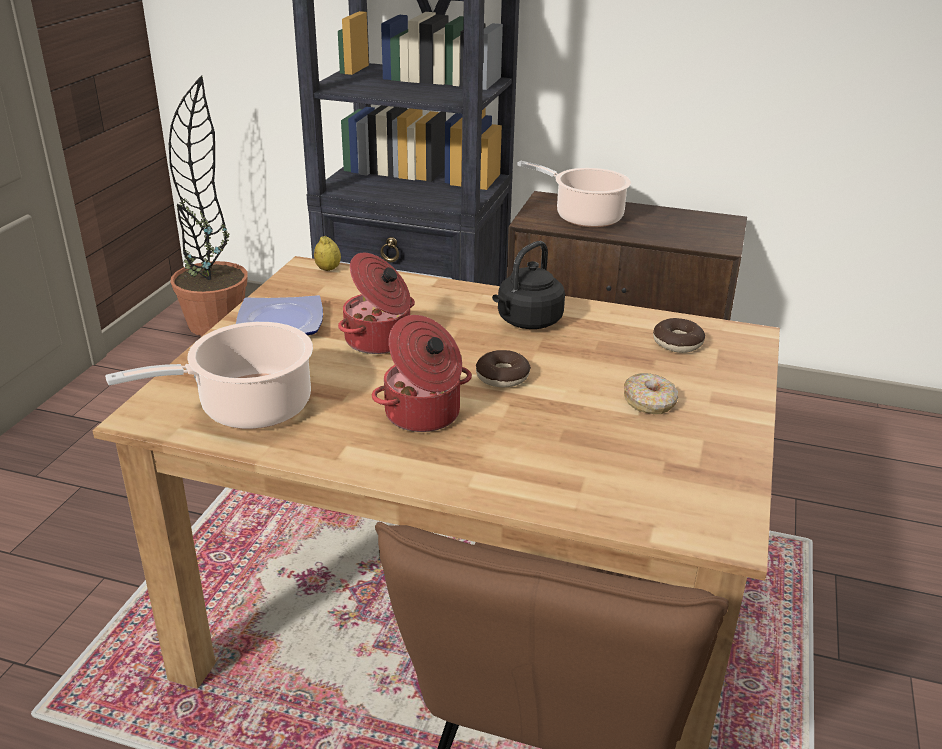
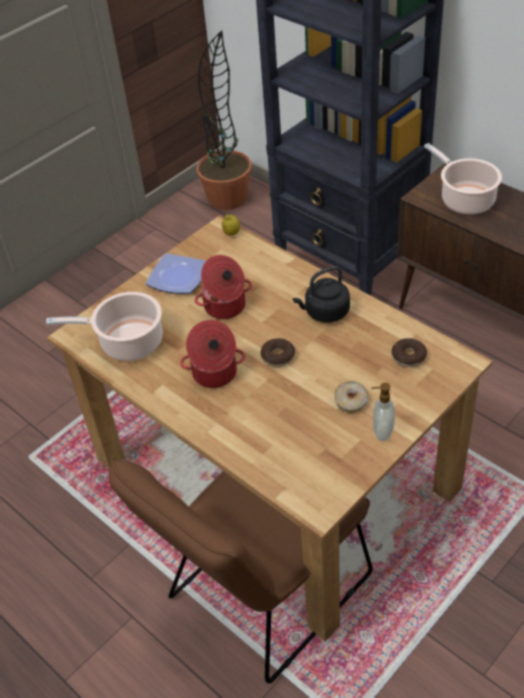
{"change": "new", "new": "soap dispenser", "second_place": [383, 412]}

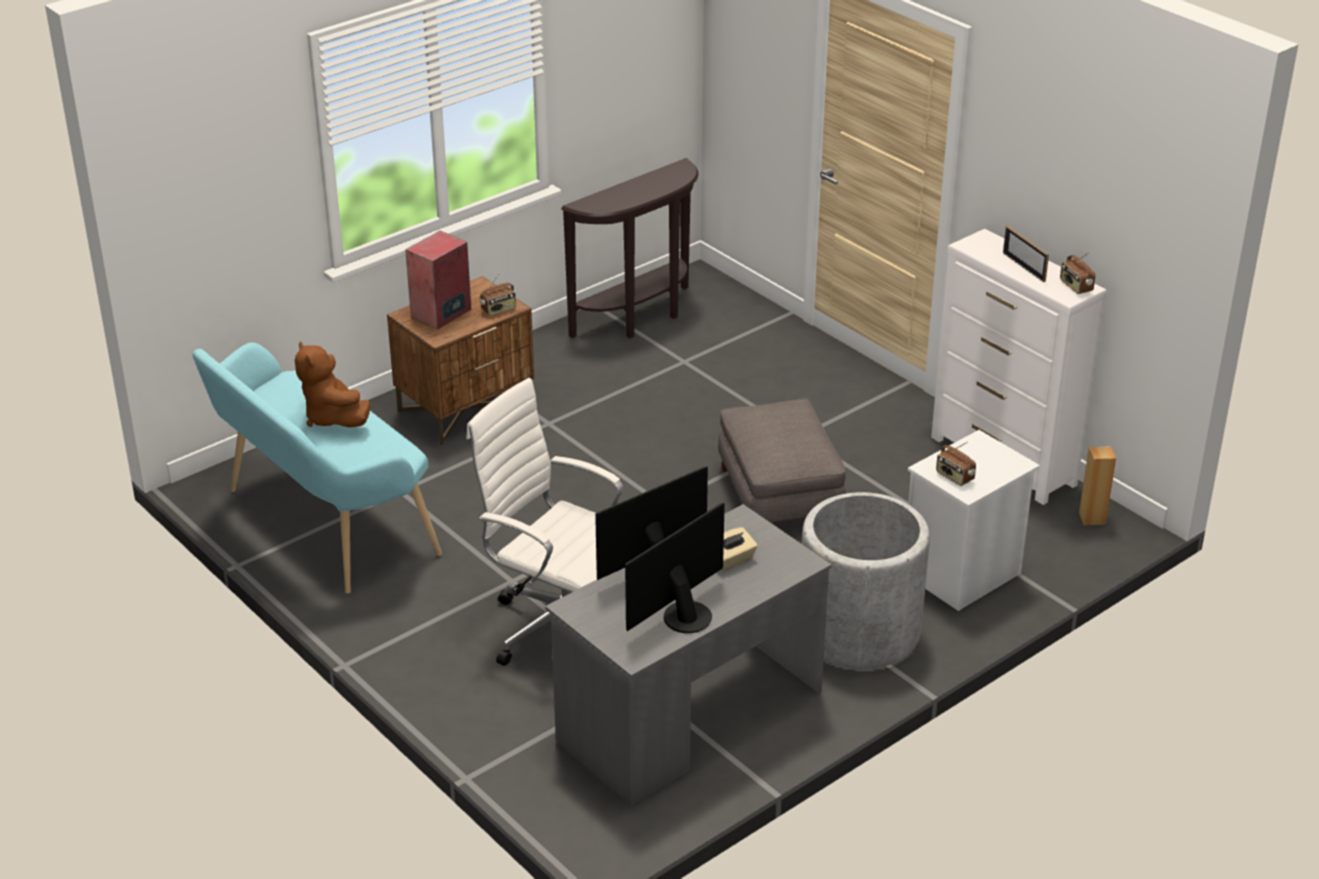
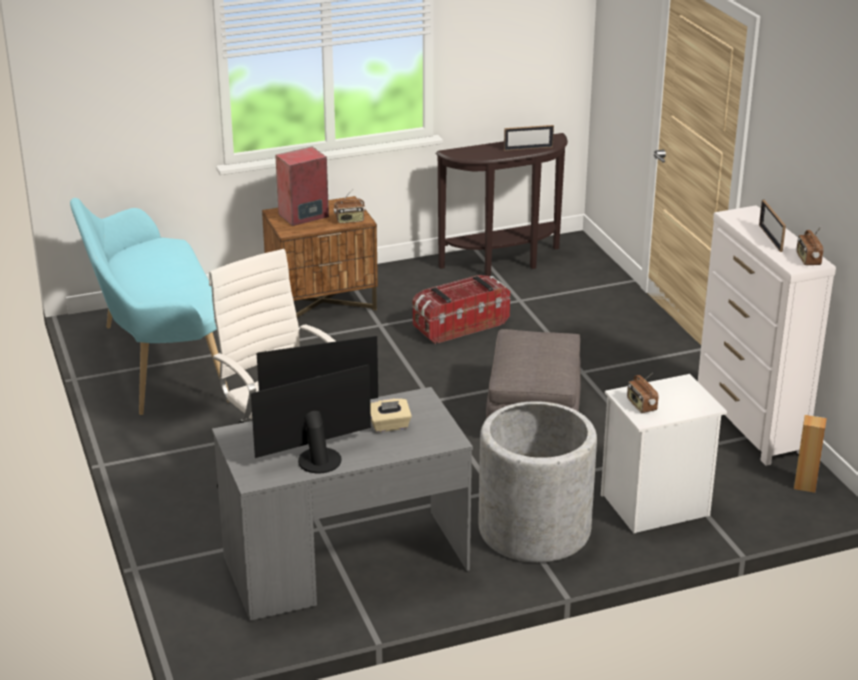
{"change": "new", "new": "storage box", "second_place": [461, 309]}
{"change": "new", "new": "picture frame", "second_place": [529, 138]}
{"change": "gone", "old": "plush toy (brown)", "first_place": [332, 384]}

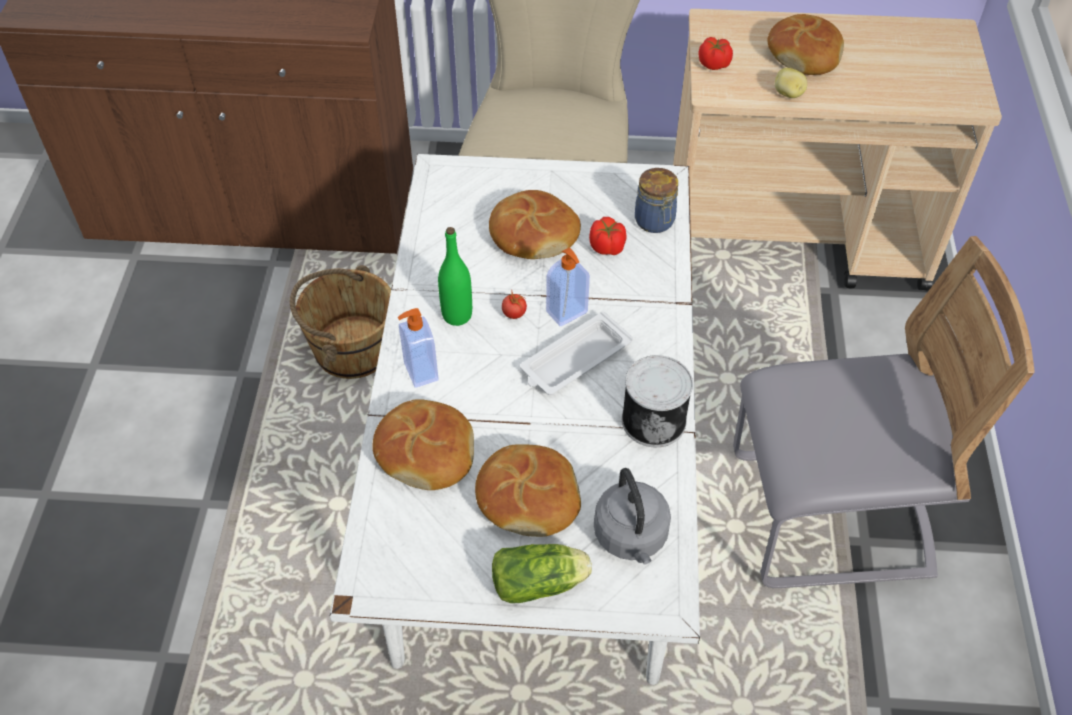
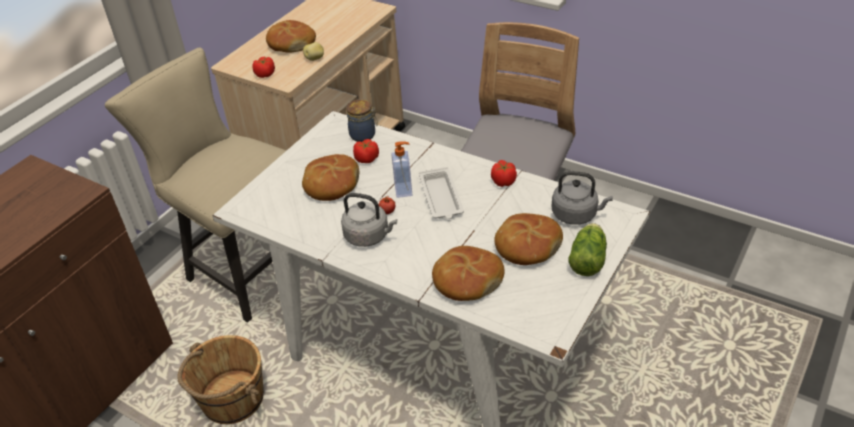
{"change": "swapped", "old": "bottle (green)", "new": "kettle (grey)", "first_place": [455, 276], "second_place": [369, 220]}
{"change": "swapped", "old": "can", "new": "tomato", "first_place": [657, 401], "second_place": [504, 173]}
{"change": "gone", "old": "soap dispenser", "first_place": [418, 348]}

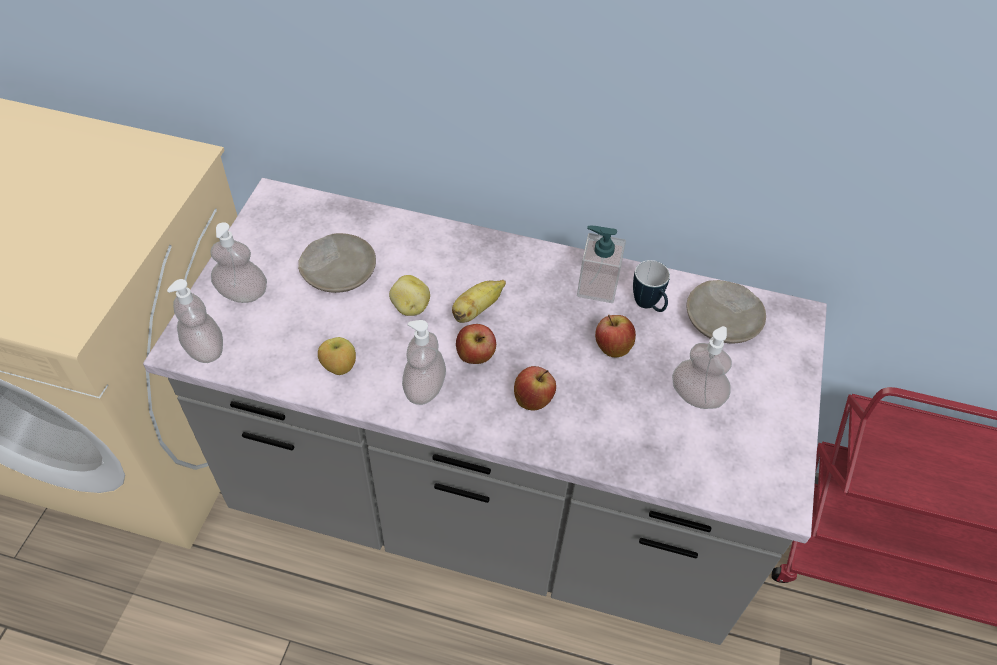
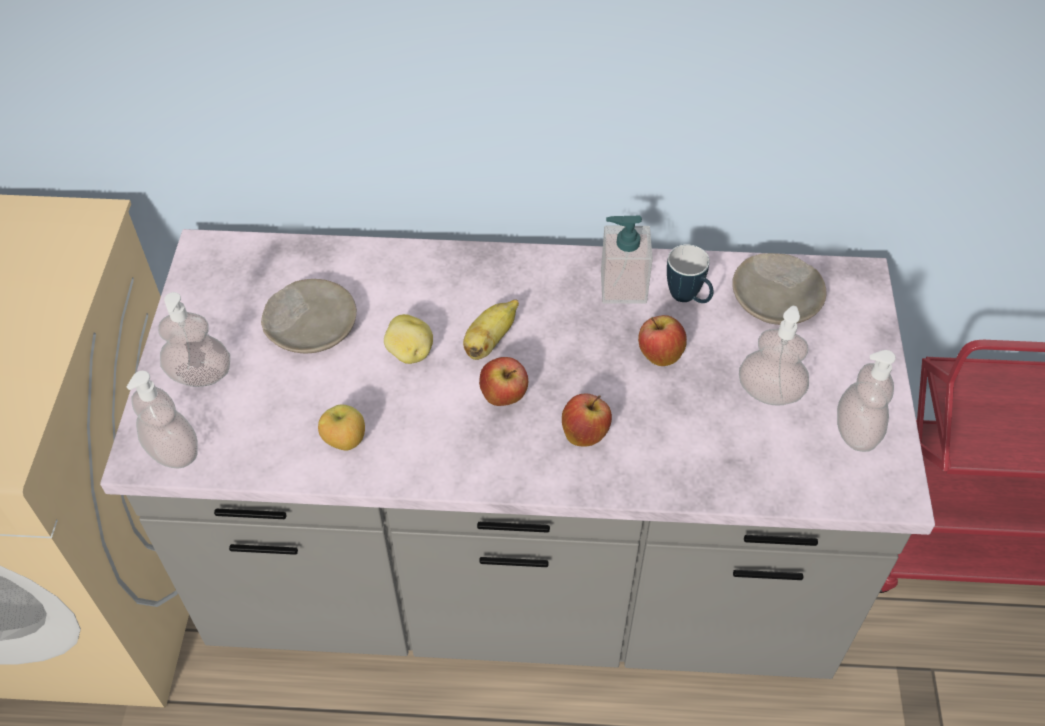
{"change": "shifted", "old": "soap dispenser", "first_place": [424, 362], "second_place": [866, 401]}

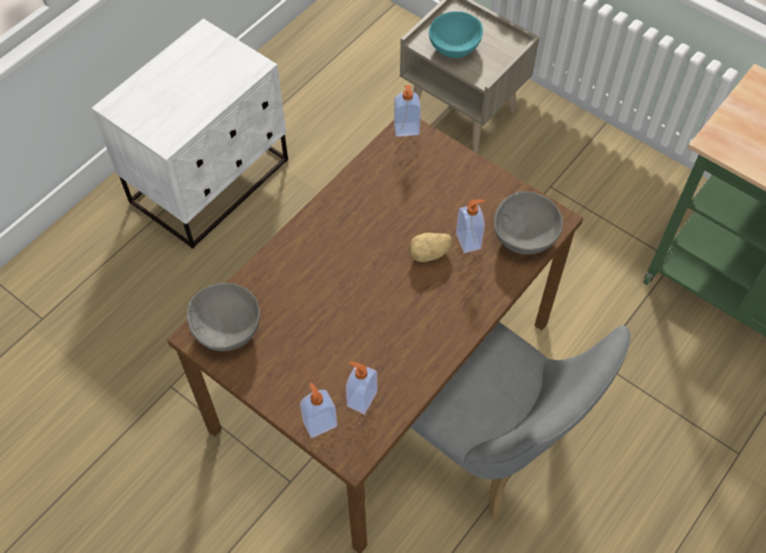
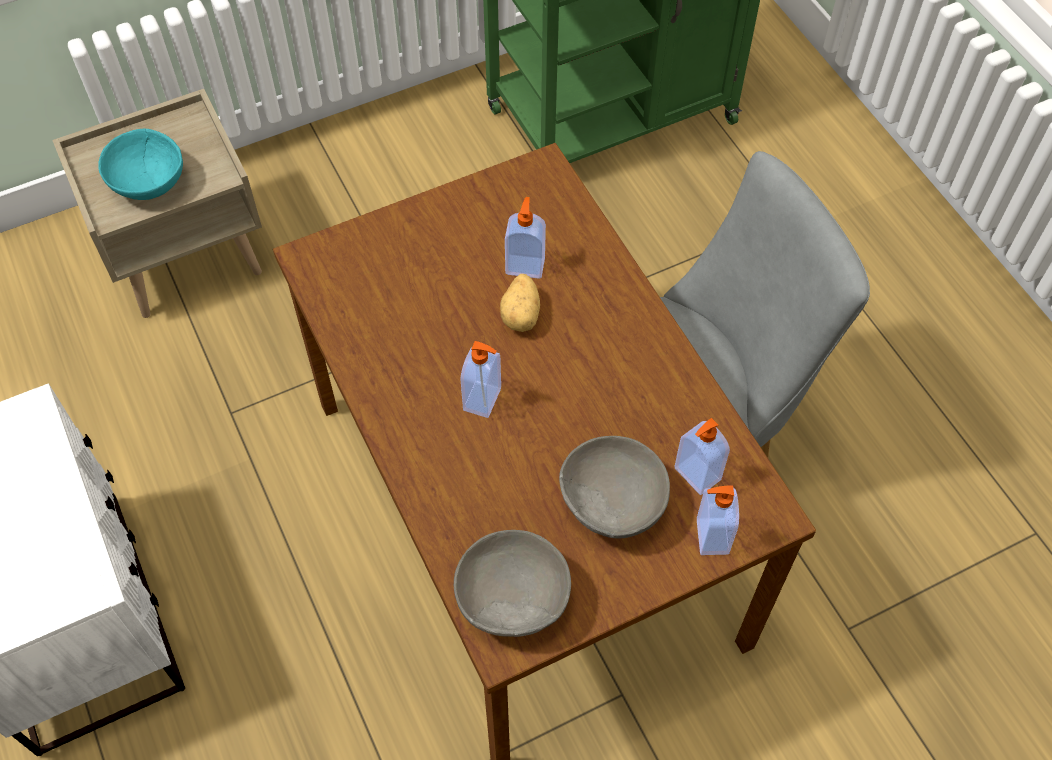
{"change": "shifted", "old": "soap dispenser", "first_place": [407, 111], "second_place": [480, 379]}
{"change": "shifted", "old": "bowl (grey)", "first_place": [528, 223], "second_place": [614, 487]}

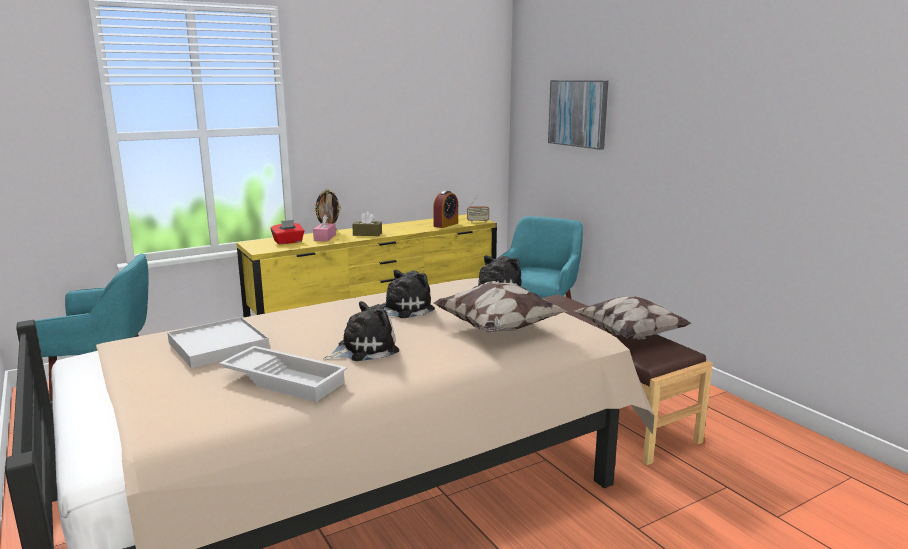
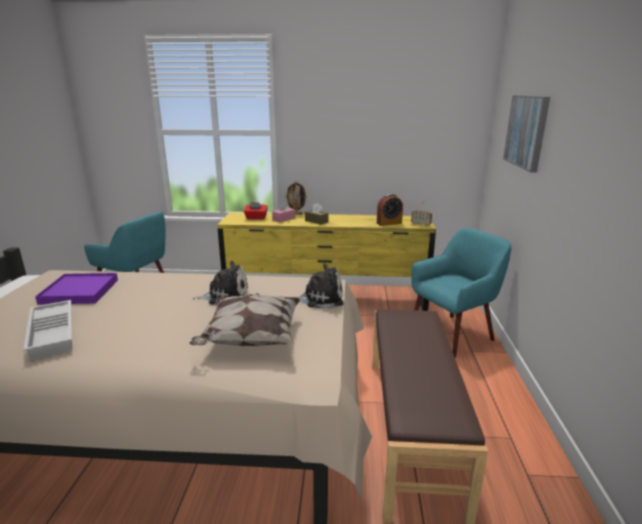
{"change": "repainted", "old": "tray (white)", "new": "tray (purple)", "first_place": [218, 342], "second_place": [76, 288]}
{"change": "gone", "old": "plush toy", "first_place": [361, 331]}
{"change": "gone", "old": "pillow", "first_place": [633, 318]}

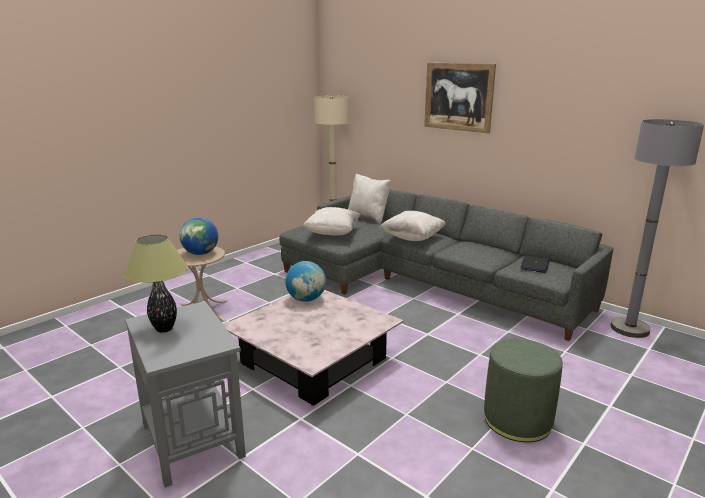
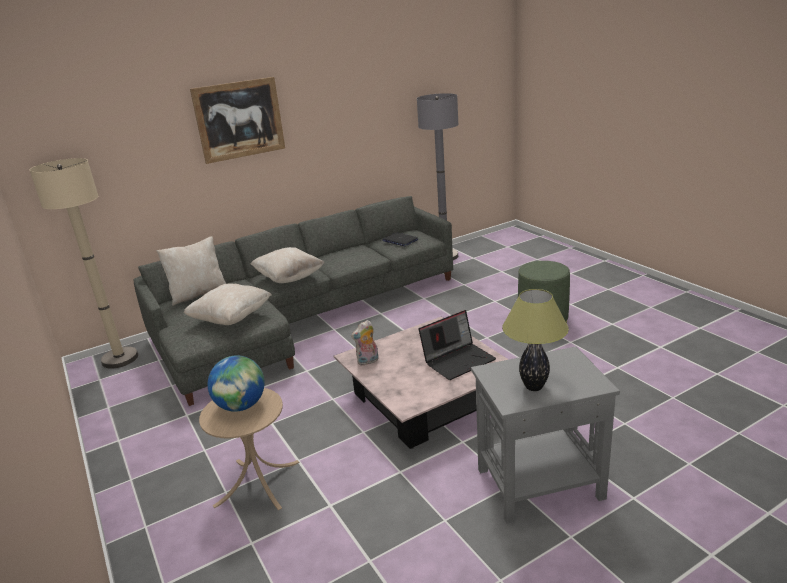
{"change": "swapped", "old": "globe", "new": "plush toy", "first_place": [305, 281], "second_place": [365, 342]}
{"change": "new", "new": "laptop", "second_place": [457, 345]}

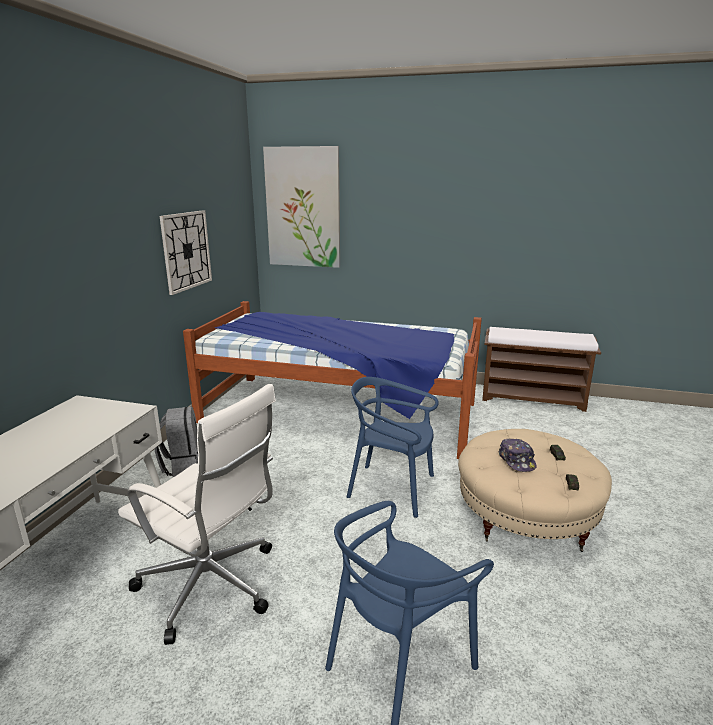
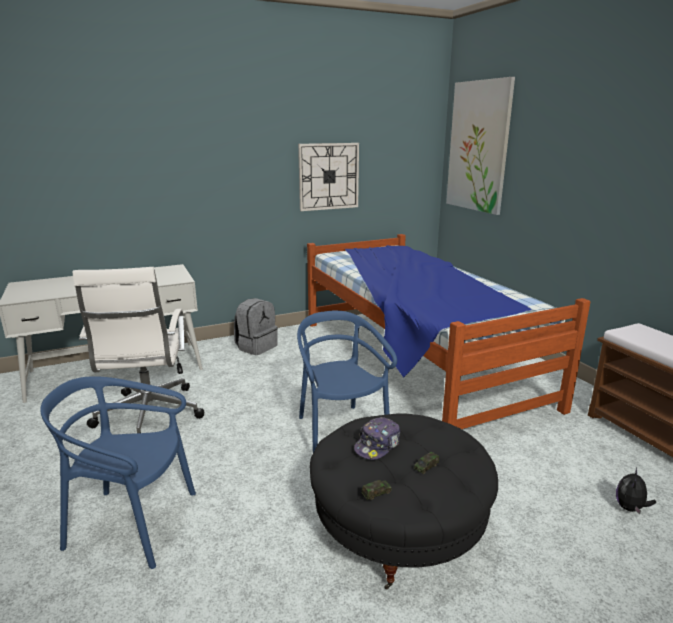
{"change": "repainted", "old": "ottoman (beige)", "new": "ottoman (black)", "first_place": [535, 490], "second_place": [404, 502]}
{"change": "new", "new": "plush toy", "second_place": [636, 491]}

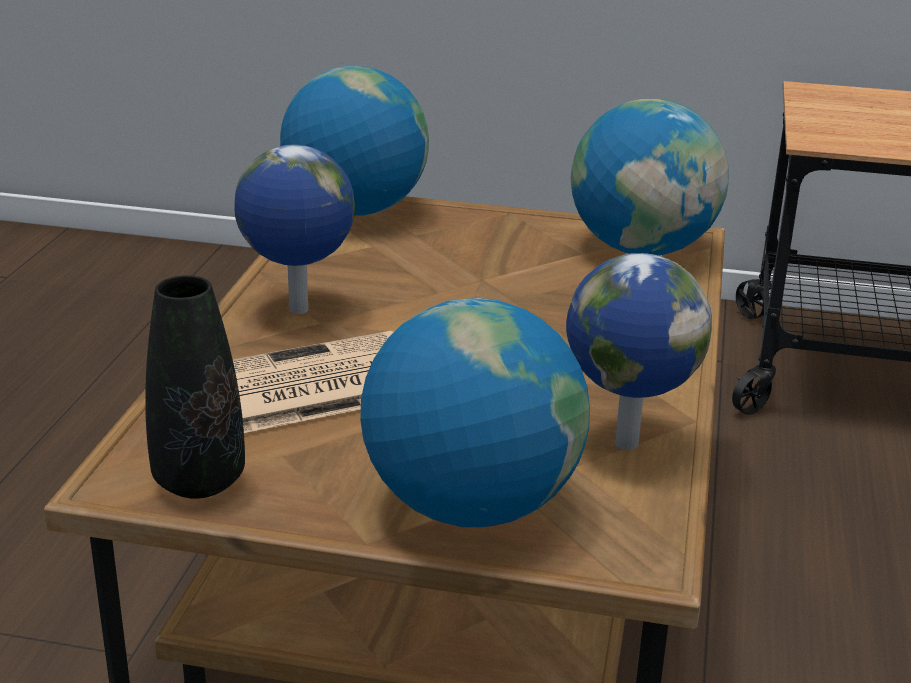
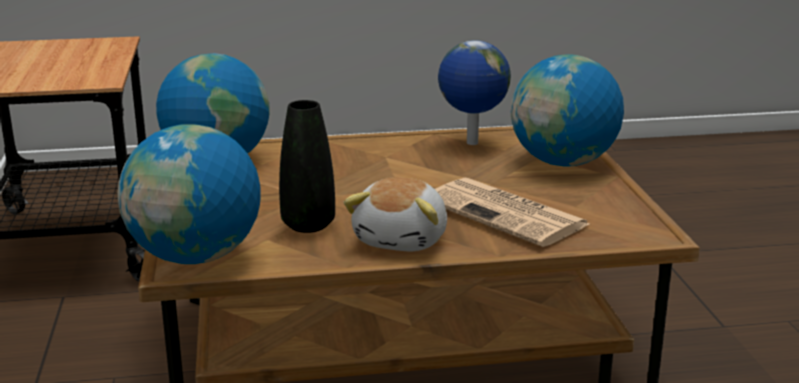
{"change": "shifted", "old": "vase (black)", "first_place": [195, 387], "second_place": [307, 166]}
{"change": "swapped", "old": "globe", "new": "plush toy", "first_place": [294, 229], "second_place": [395, 214]}

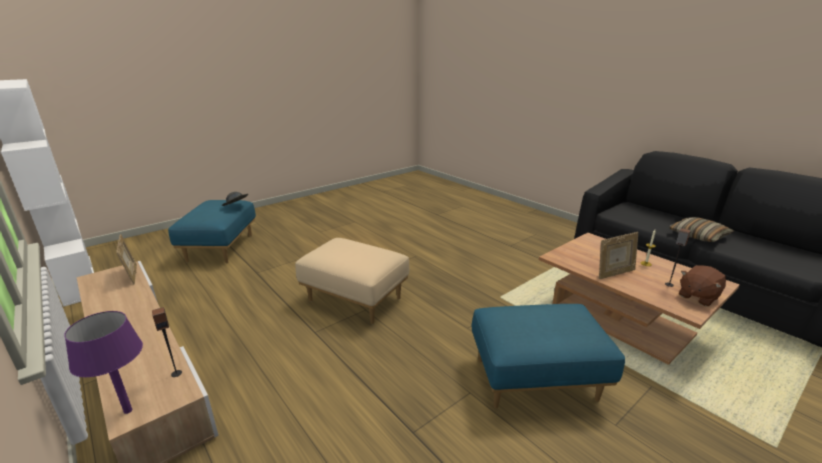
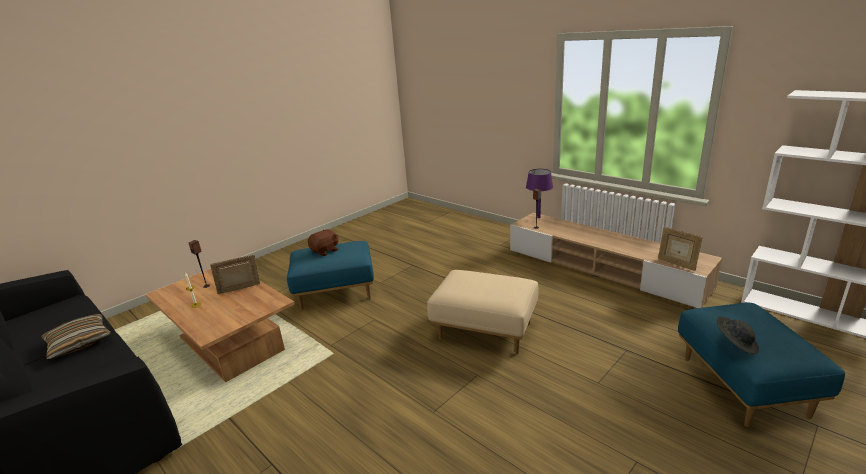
{"change": "shifted", "old": "plush toy (brown)", "first_place": [702, 285], "second_place": [323, 242]}

